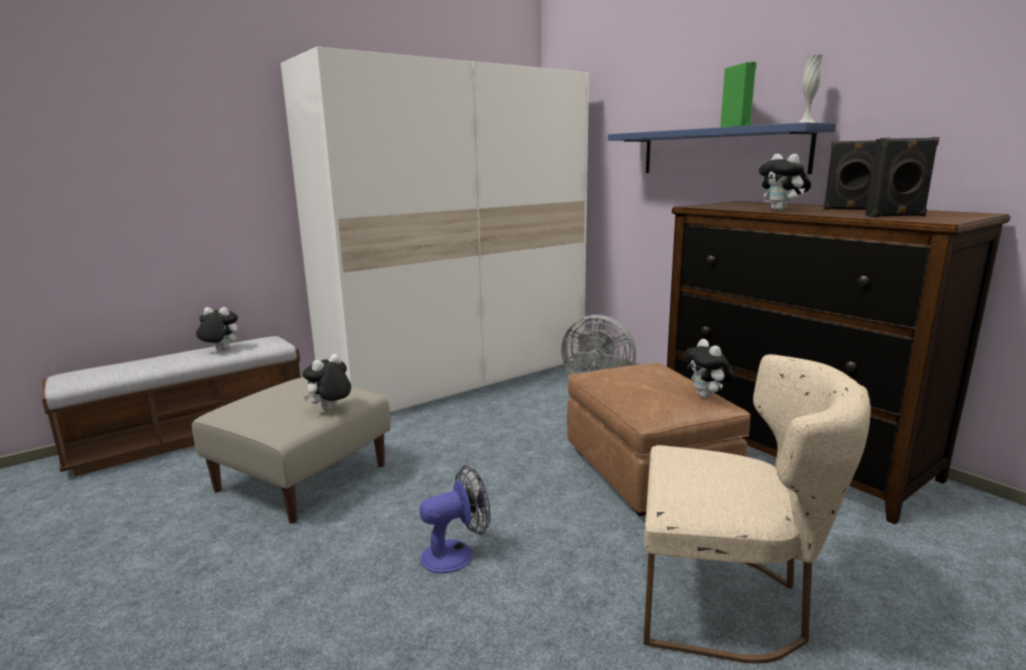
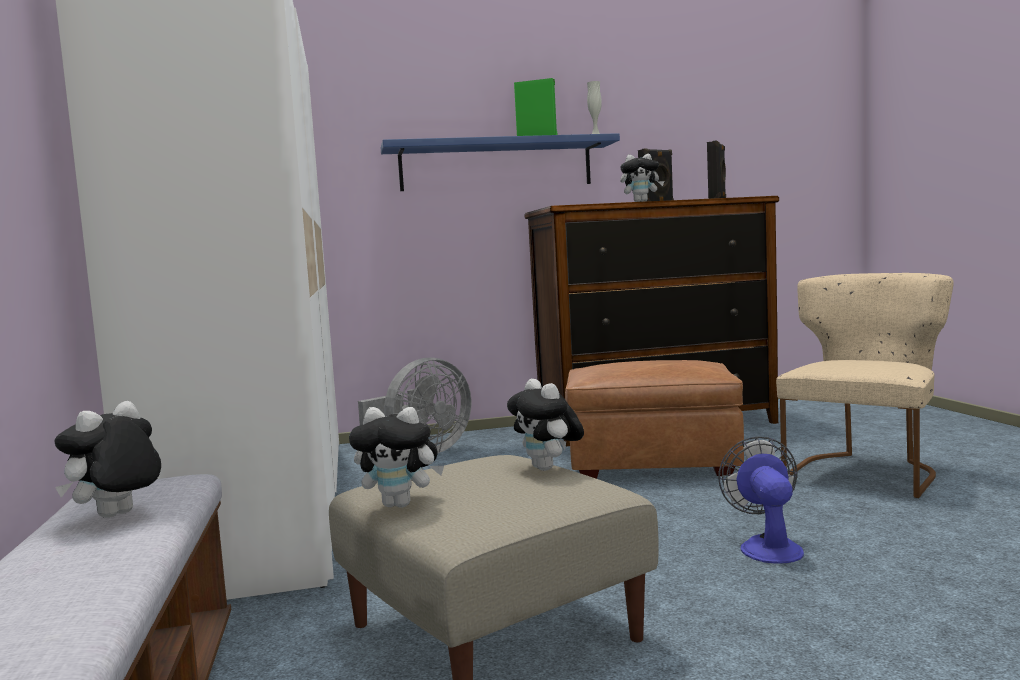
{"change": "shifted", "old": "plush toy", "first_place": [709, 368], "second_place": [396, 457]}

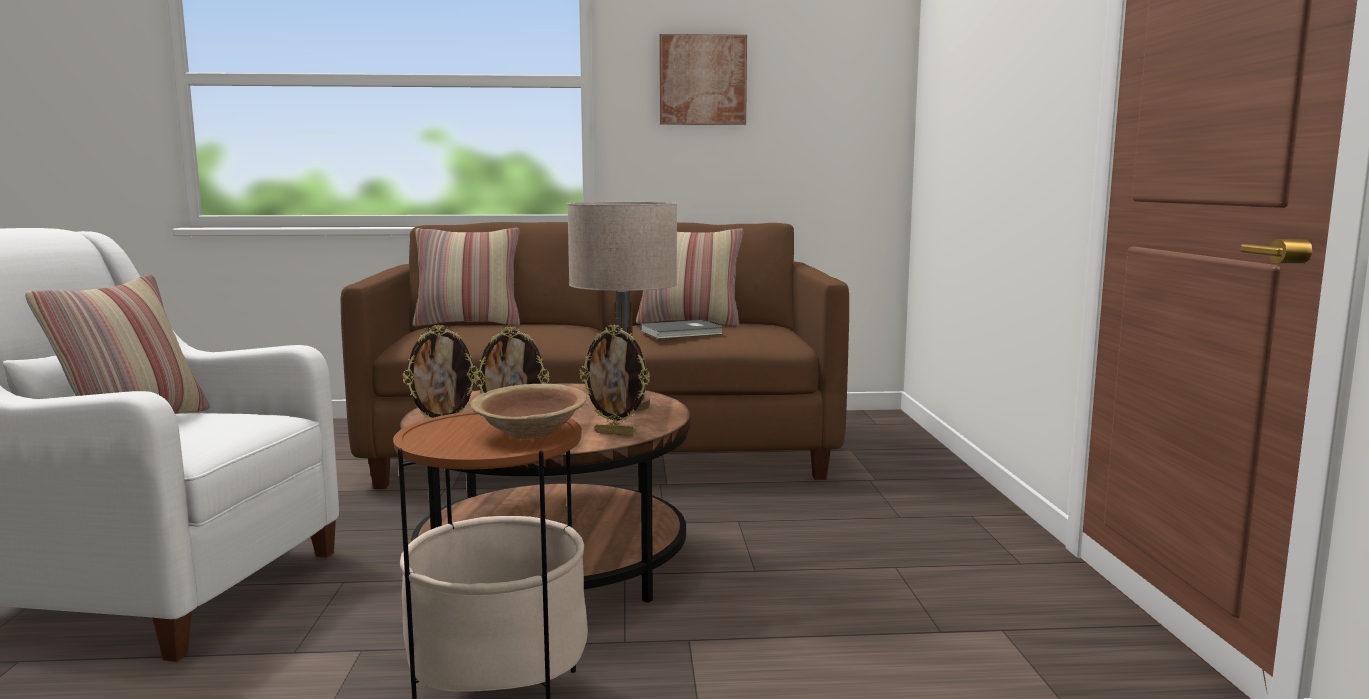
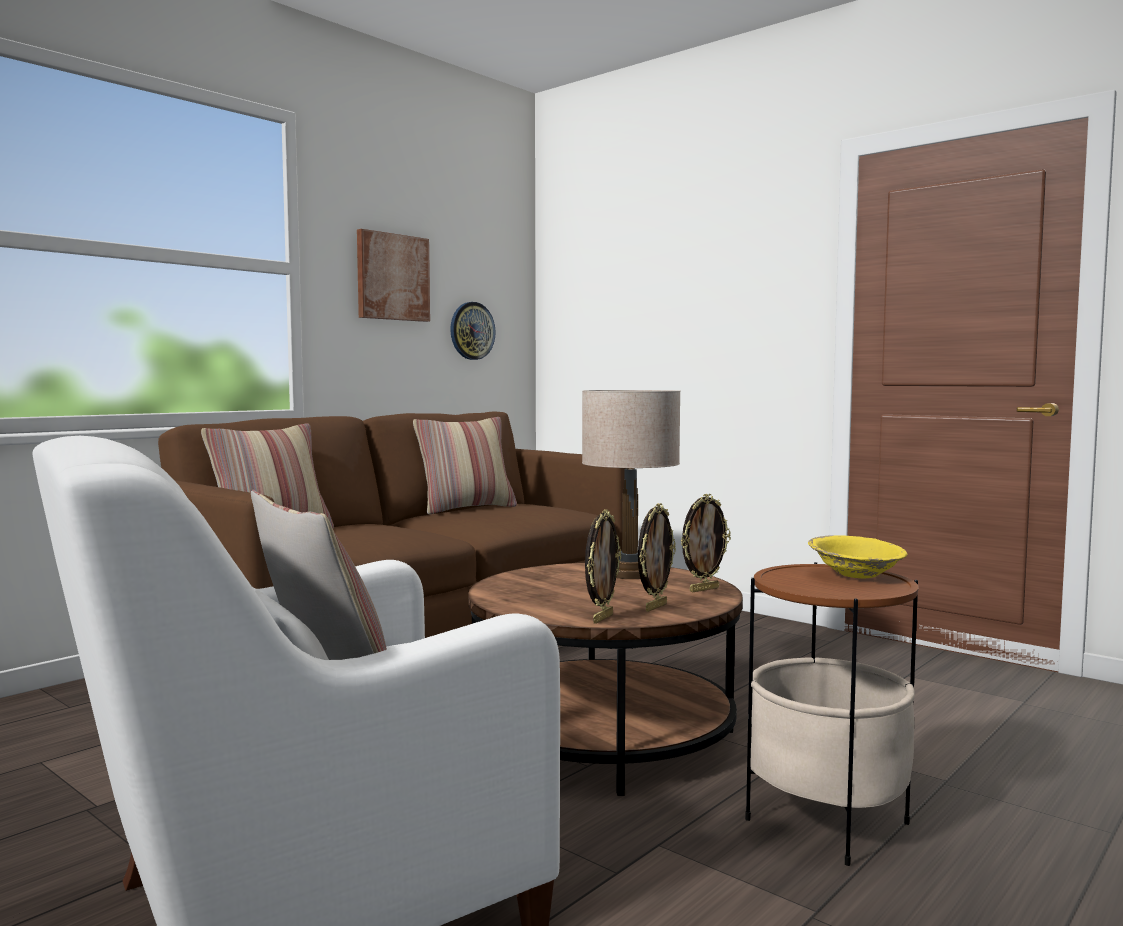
{"change": "new", "new": "wall clock", "second_place": [473, 331]}
{"change": "repainted", "old": "bowl (brown)", "new": "bowl (yellow)", "first_place": [528, 411], "second_place": [857, 557]}
{"change": "gone", "old": "book (grey)", "first_place": [682, 329]}

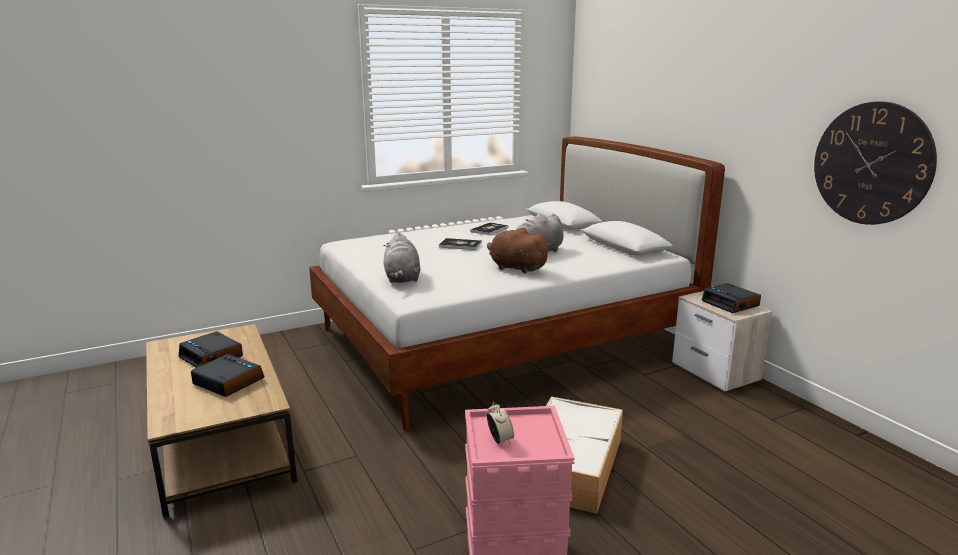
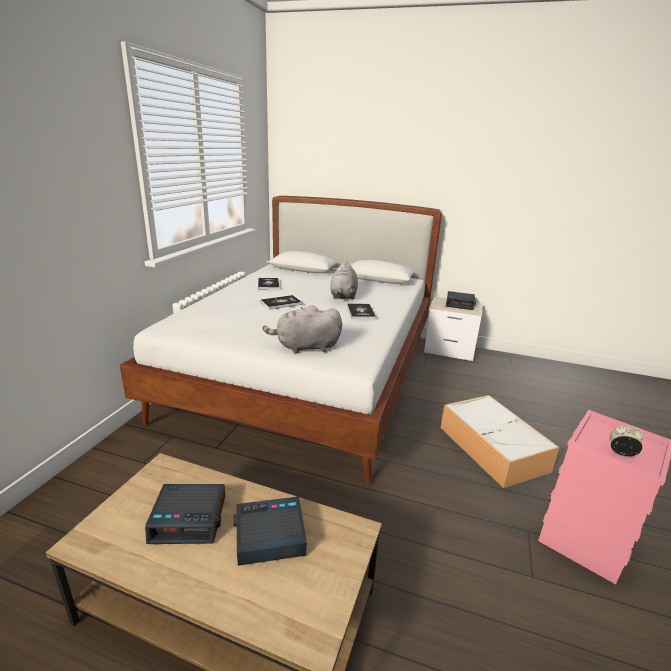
{"change": "rotated", "old": "plush toy (grey)", "first_place": [401, 257], "second_place": [302, 329], "degrees": 135}
{"change": "swapped", "old": "plush toy (brown)", "new": "book", "first_place": [519, 250], "second_place": [361, 311]}
{"change": "gone", "old": "wall clock", "first_place": [875, 163]}

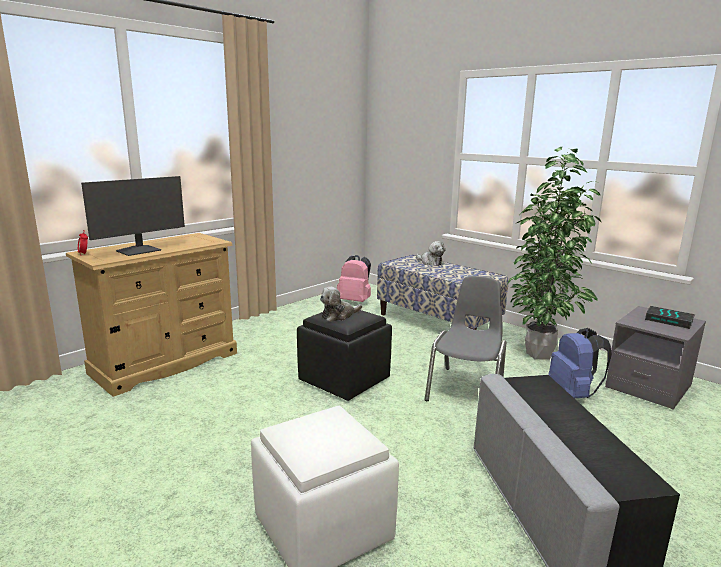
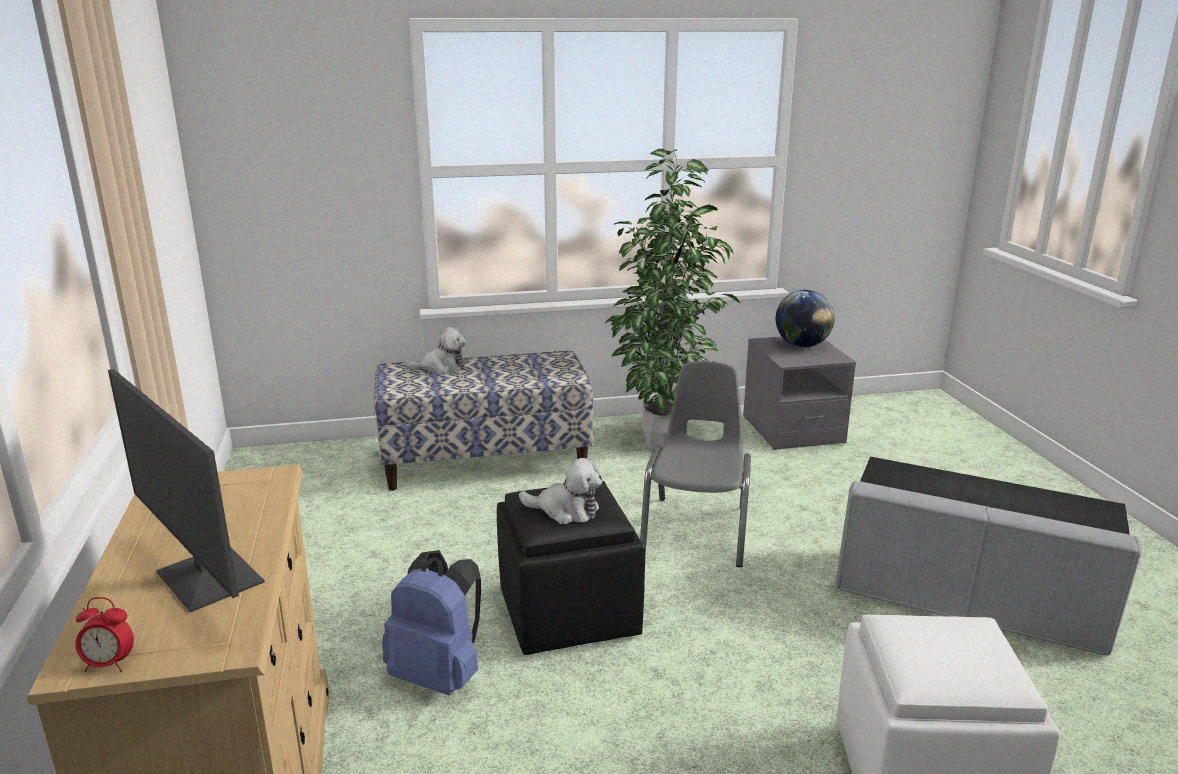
{"change": "rotated", "old": "monitor", "first_place": [133, 216], "second_place": [186, 490], "degrees": 150}
{"change": "shifted", "old": "backpack (blue)", "first_place": [580, 363], "second_place": [431, 622]}
{"change": "rotated", "old": "plush toy", "first_place": [341, 304], "second_place": [560, 491], "degrees": -75}
{"change": "rotated", "old": "chair (grey)", "first_place": [465, 338], "second_place": [695, 464], "degrees": 45}
{"change": "swapped", "old": "book", "new": "globe", "first_place": [670, 317], "second_place": [805, 318]}
{"change": "gone", "old": "backpack (pink)", "first_place": [354, 278]}

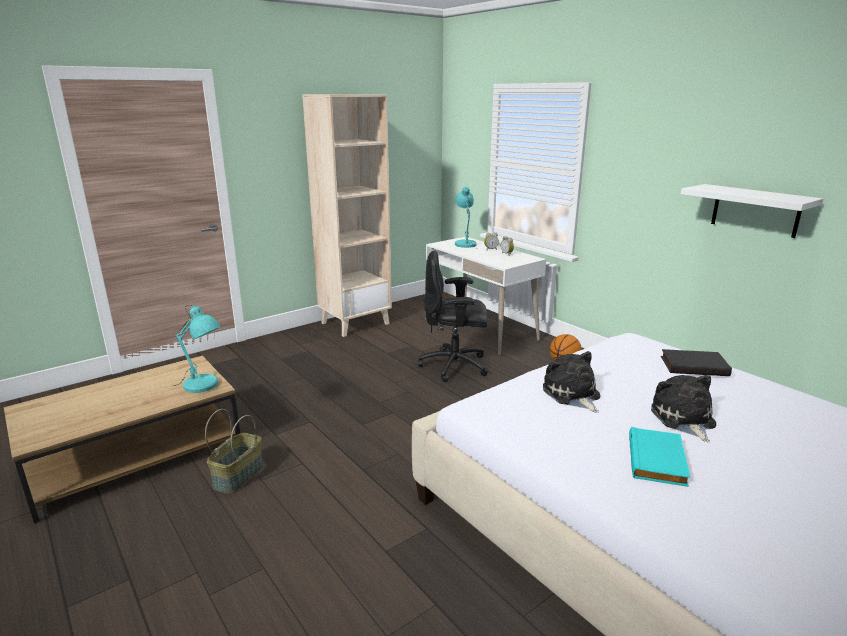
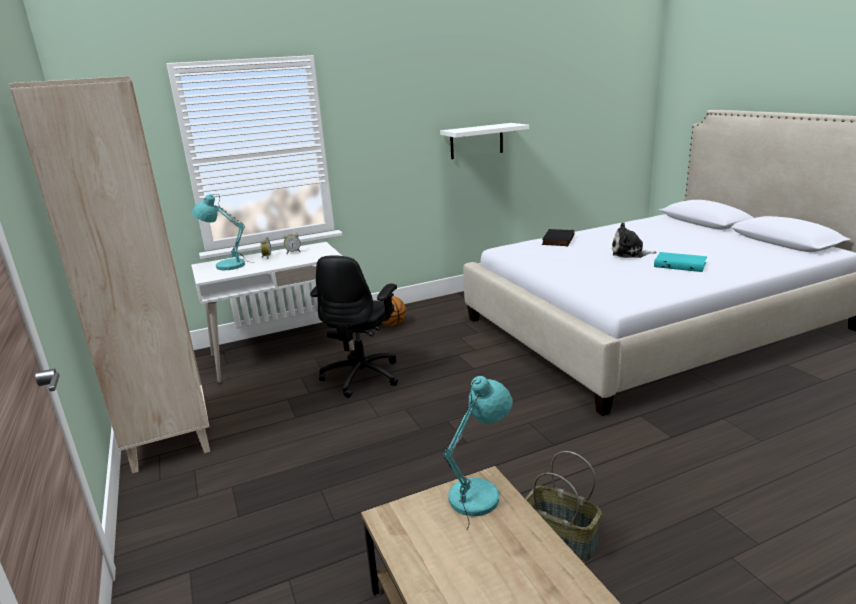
{"change": "gone", "old": "plush toy", "first_place": [571, 382]}

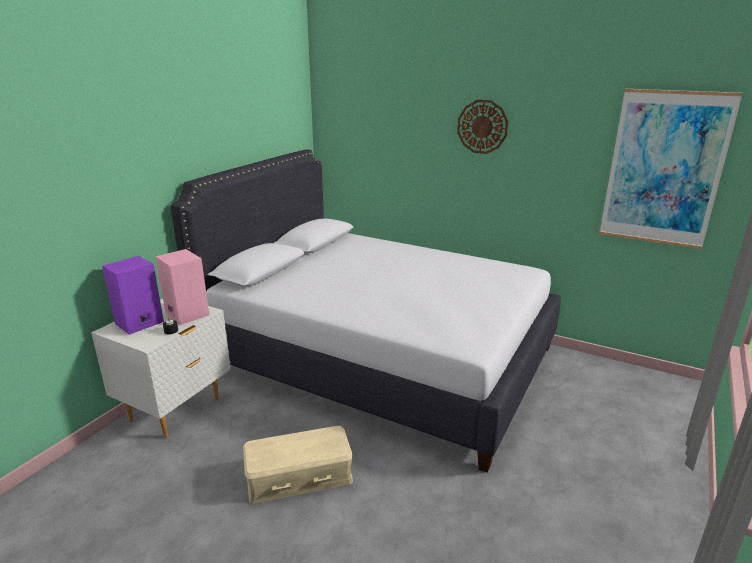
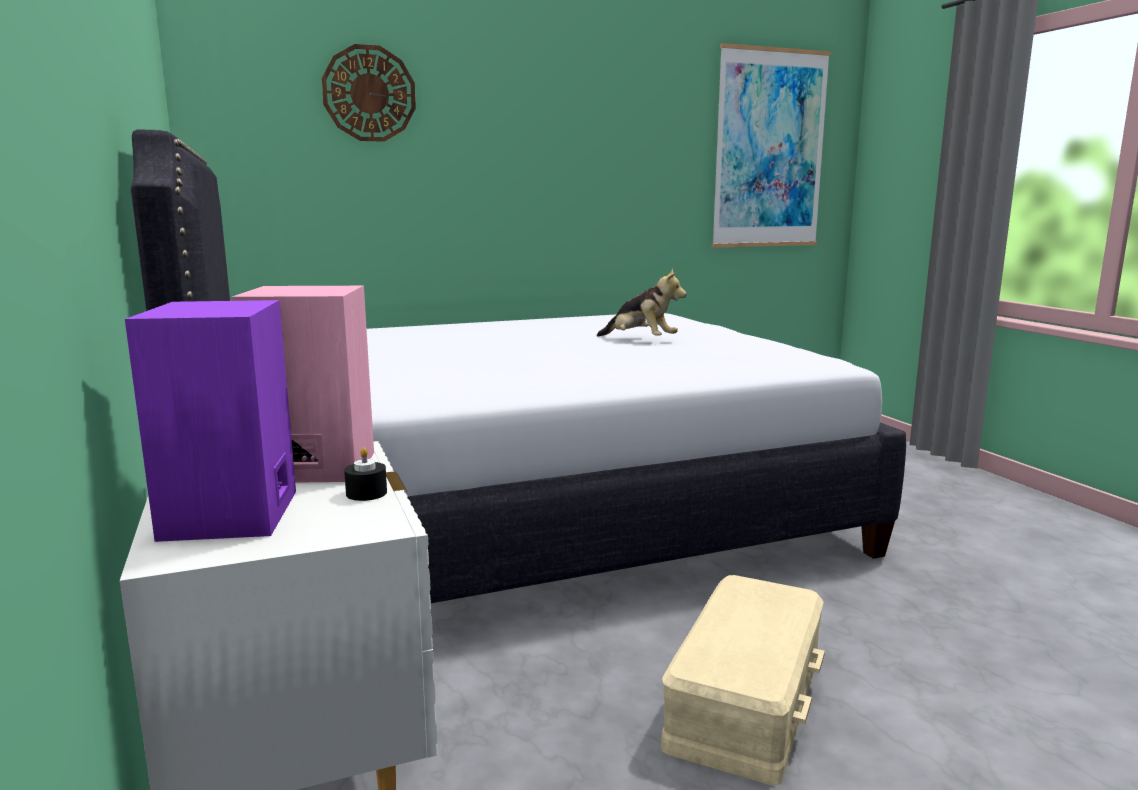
{"change": "shifted", "old": "wall clock", "first_place": [482, 127], "second_place": [369, 93]}
{"change": "new", "new": "plush toy", "second_place": [642, 302]}

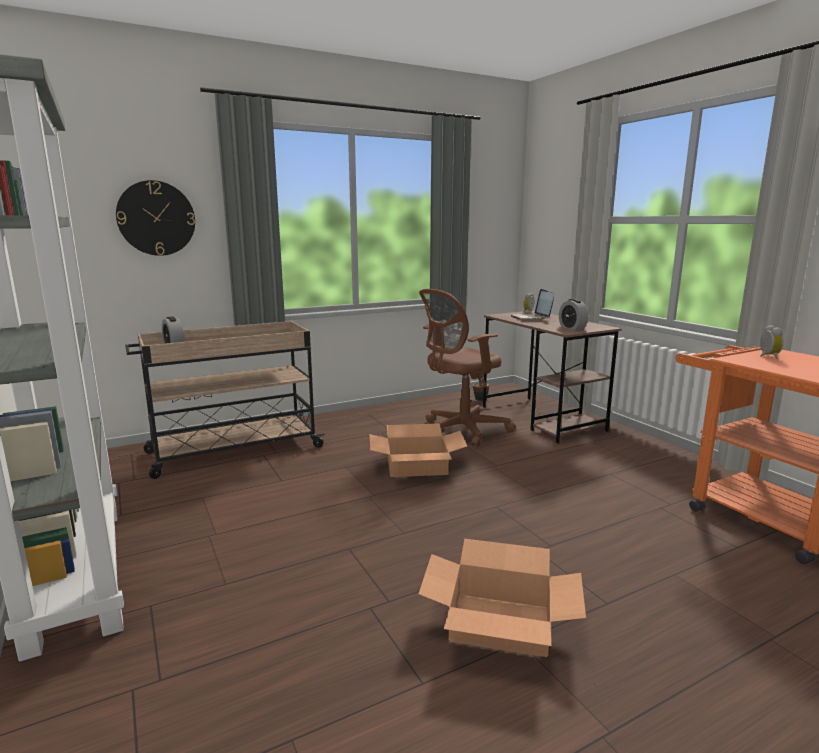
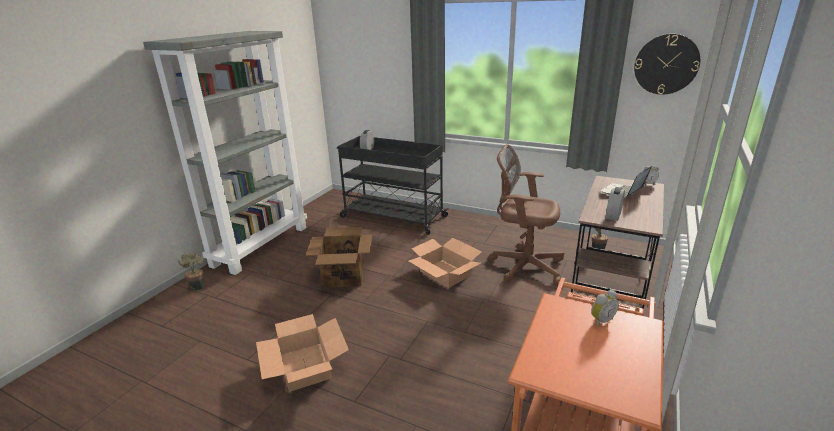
{"change": "new", "new": "potted plant", "second_place": [191, 272]}
{"change": "new", "new": "cardboard box", "second_place": [339, 257]}
{"change": "repainted", "old": "cart (beige)", "new": "cart (black)", "first_place": [225, 400], "second_place": [393, 185]}
{"change": "shifted", "old": "wall clock", "first_place": [155, 218], "second_place": [667, 64]}

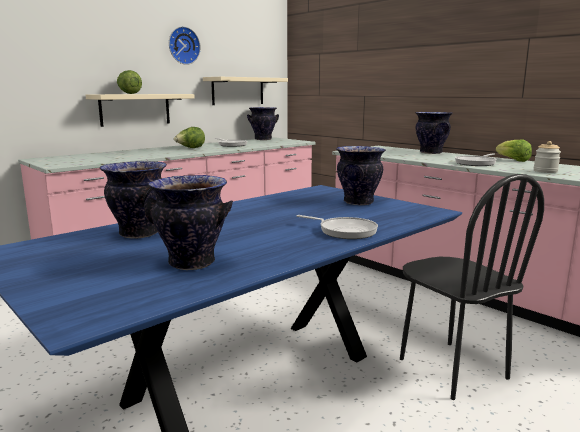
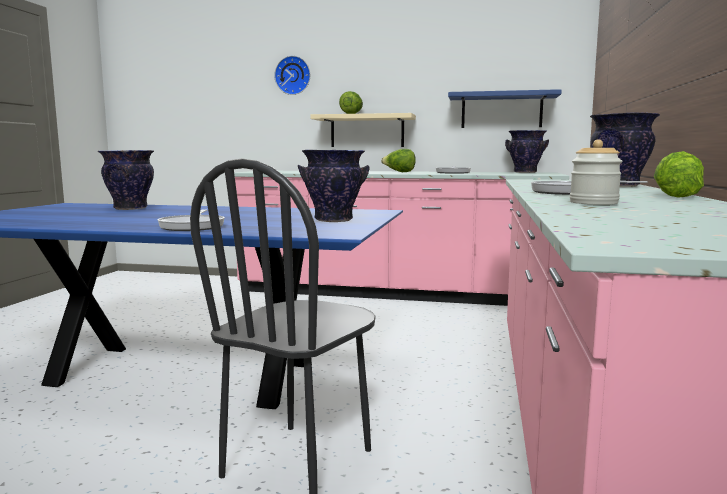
{"change": "shifted", "old": "wall clock", "first_place": [184, 45], "second_place": [292, 75]}
{"change": "repainted", "old": "shelf (beige)", "new": "shelf (blue)", "first_place": [245, 91], "second_place": [505, 108]}
{"change": "gone", "old": "vase", "first_place": [188, 222]}

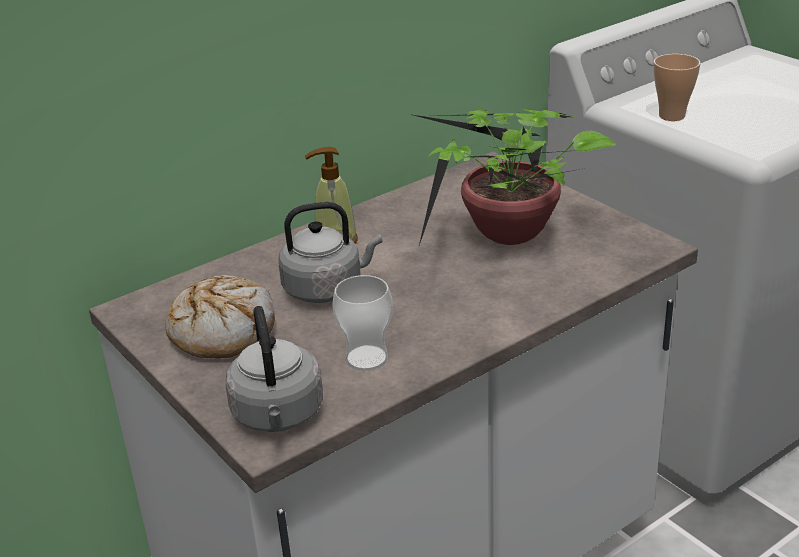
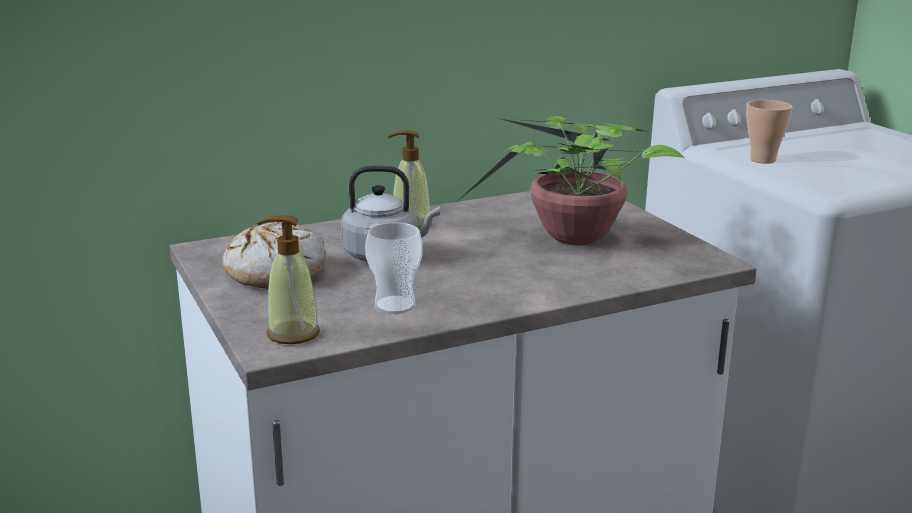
{"change": "swapped", "old": "kettle (grey)", "new": "soap dispenser", "first_place": [274, 369], "second_place": [288, 279]}

